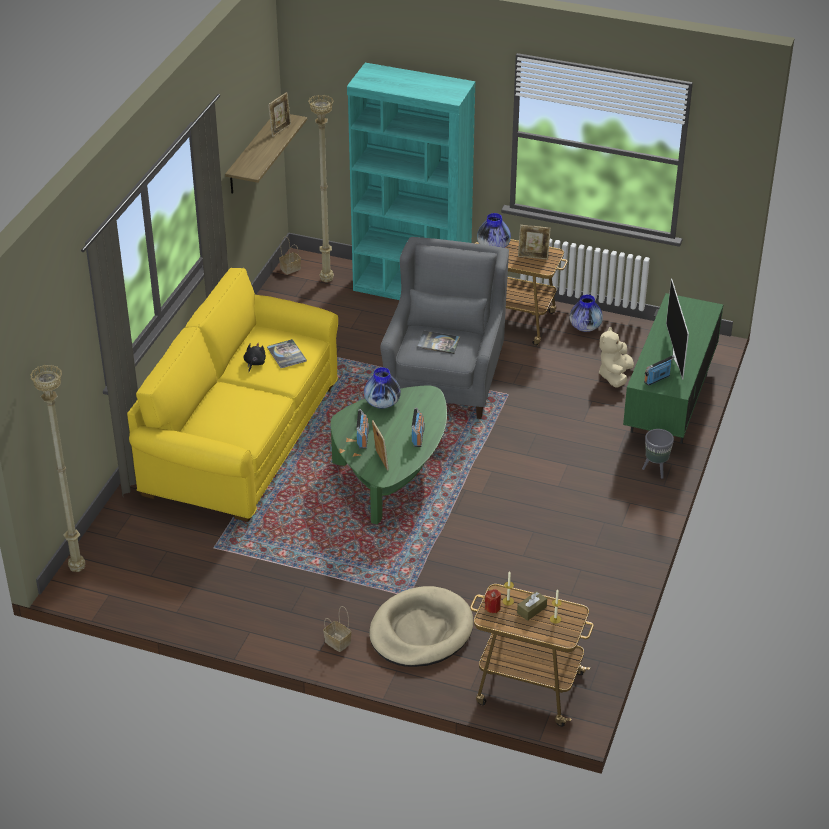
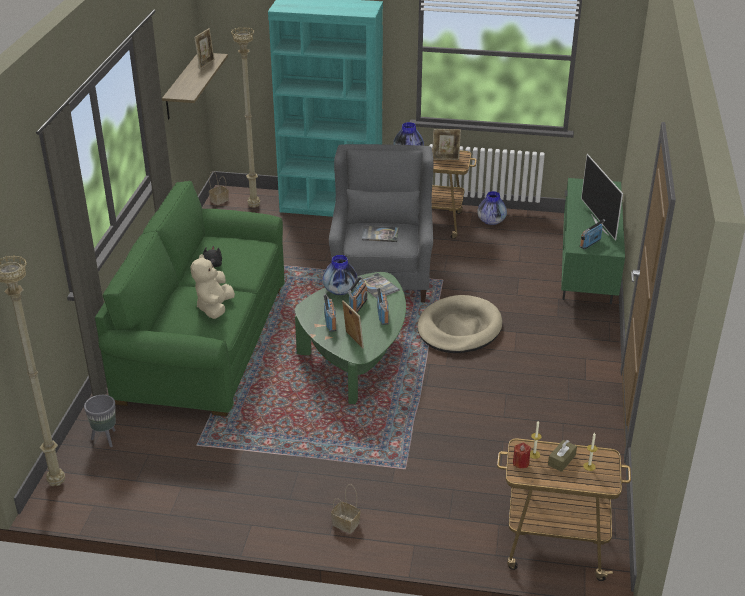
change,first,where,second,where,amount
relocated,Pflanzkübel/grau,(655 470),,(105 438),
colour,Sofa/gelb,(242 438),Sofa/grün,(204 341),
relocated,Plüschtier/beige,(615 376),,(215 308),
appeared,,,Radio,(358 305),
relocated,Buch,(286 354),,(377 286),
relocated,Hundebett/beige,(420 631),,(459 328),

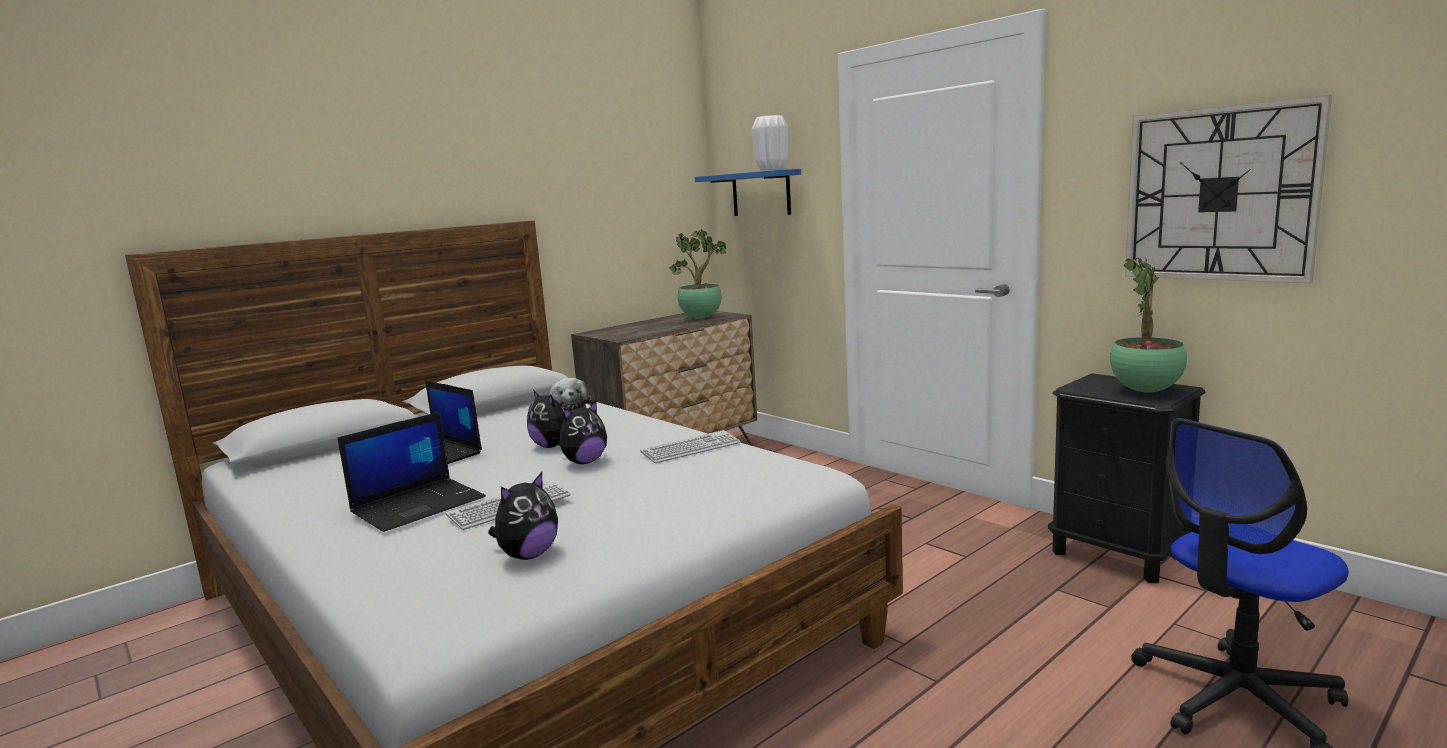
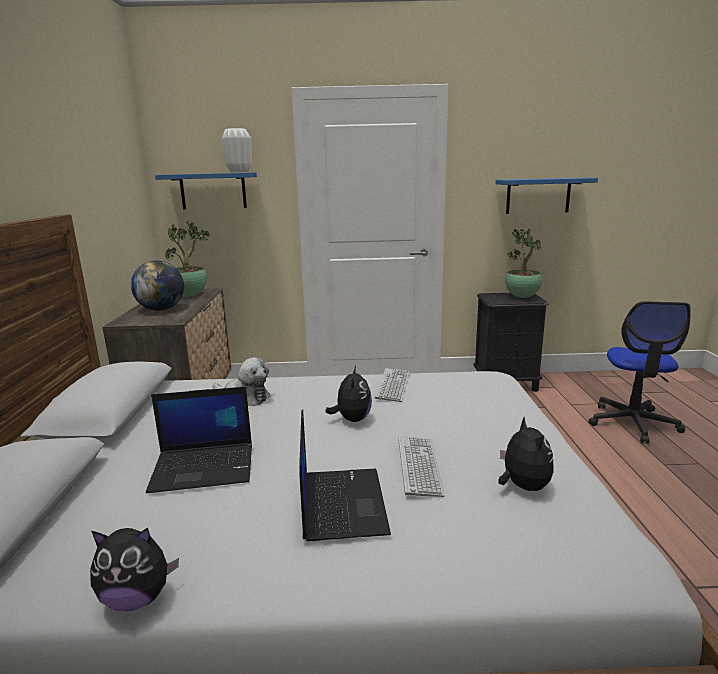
change,first,where,second,where,amount
relocated,Plüschtier,(552 446),,(137 598),
appeared,,,Globus,(161 309),
exchanged,Wanduhr,(1219 194),Wandregal/blau,(538 196),

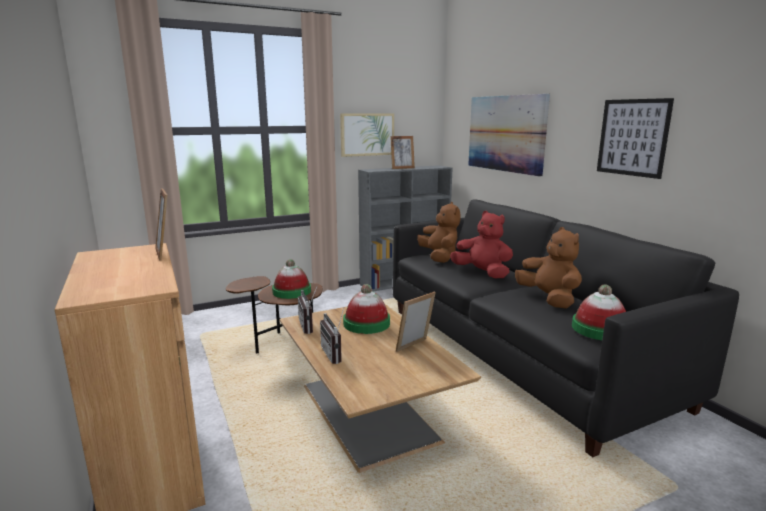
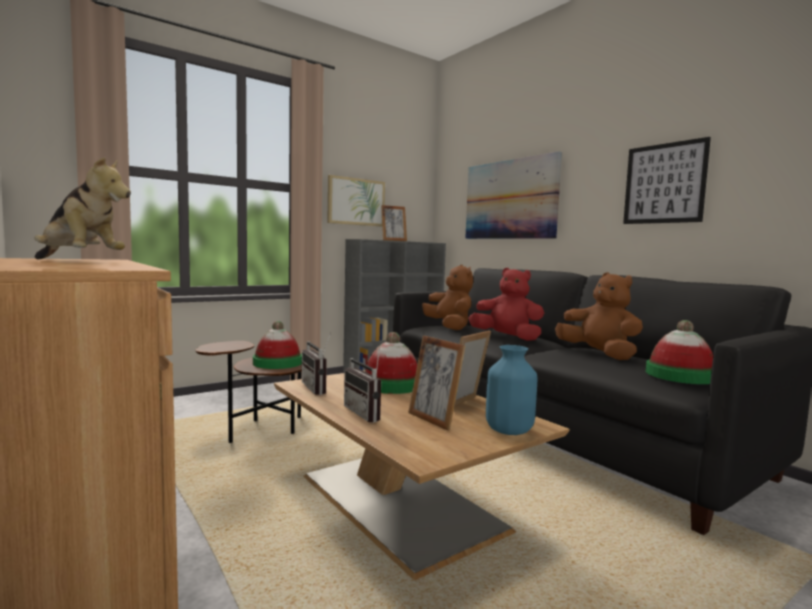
change,first,where,second,where,amount
appeared,,,Plüschtier,(79 261),
relocated,Bilderrahmen,(165 253),,(434 420),
appeared,,,Vase/blau,(508 430),

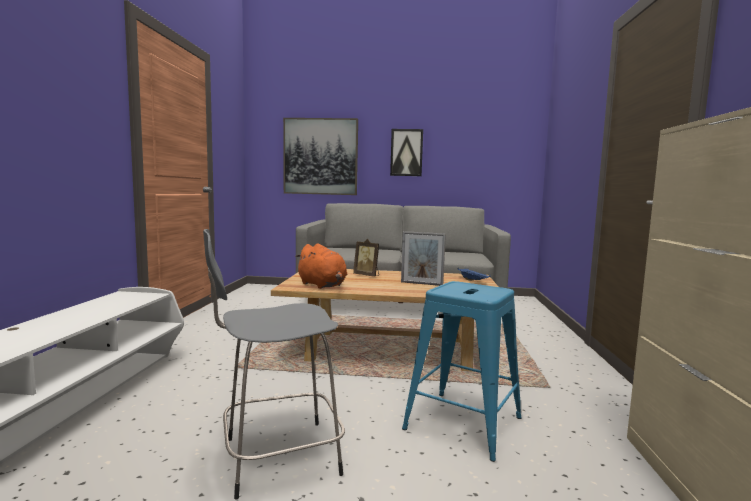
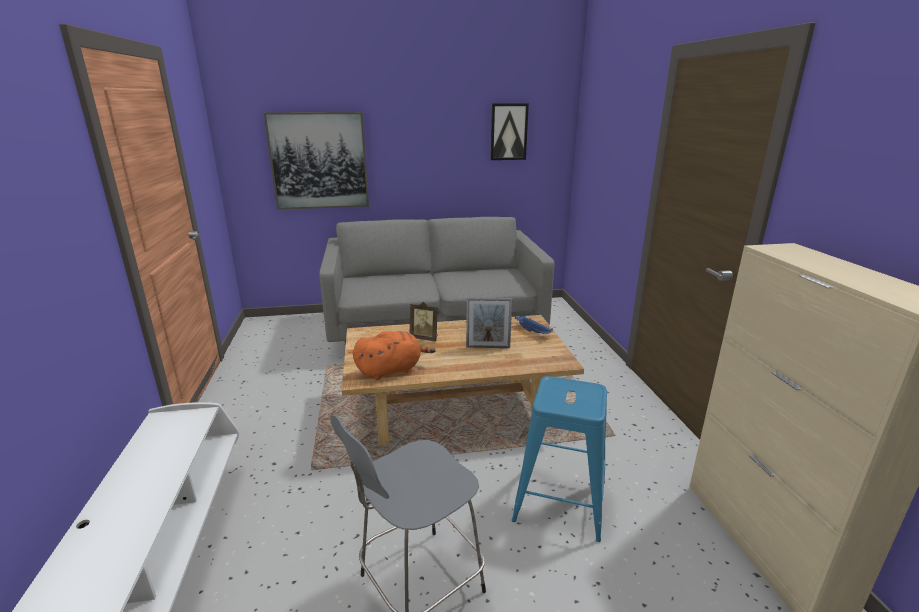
change,first,where,second,where,amount
spun,Plüschtier/orange,(322 285),,(391 370),60 degrees counterclockwise
relocated,Bild,(406 152),,(508 132),

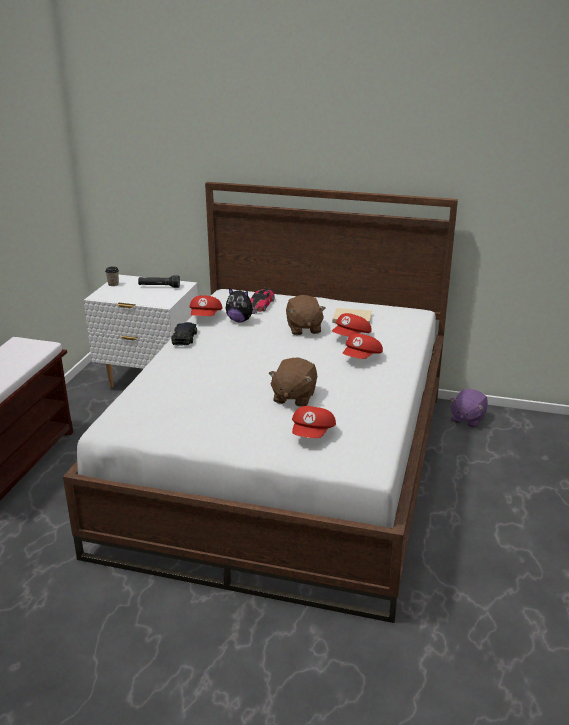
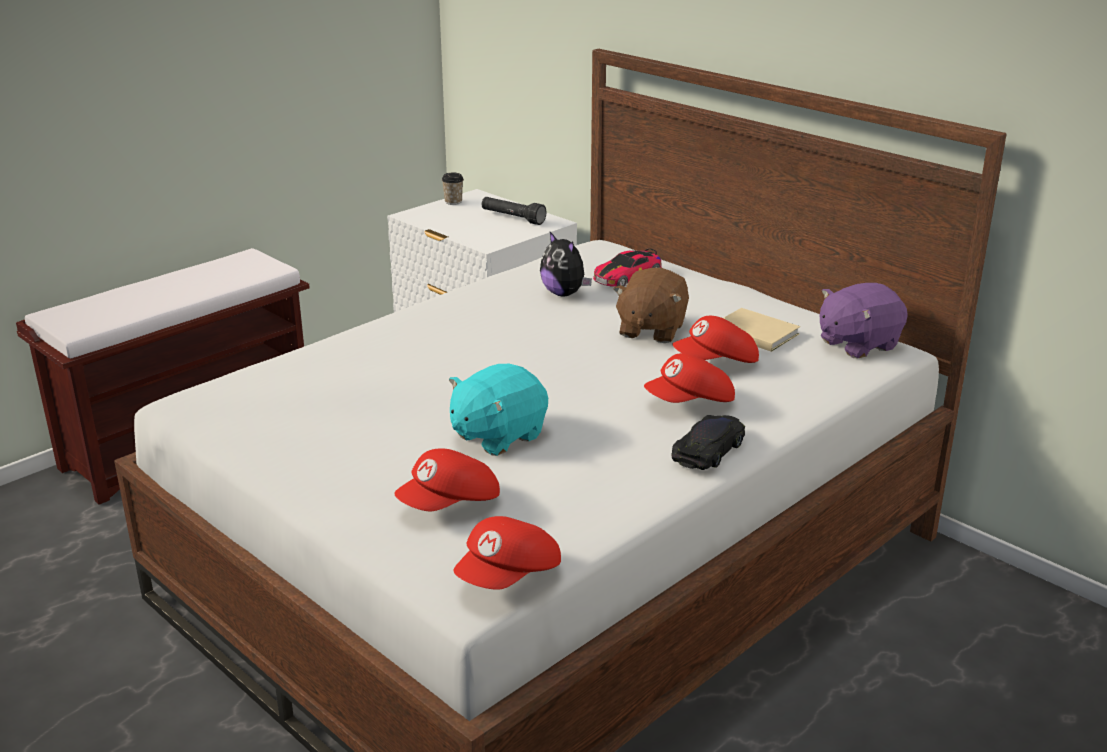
change,first,where,second,where,amount
colour,Plüschtier/braun,(293 397),Plüschtier/türkis,(497 435),
relocated,Kappe/rot,(206 317),,(509 576),
relocated,Spielzeugauto/schwarz,(184 337),,(709 449),
relocated,Plüschtier/lila,(467 419),,(857 344),

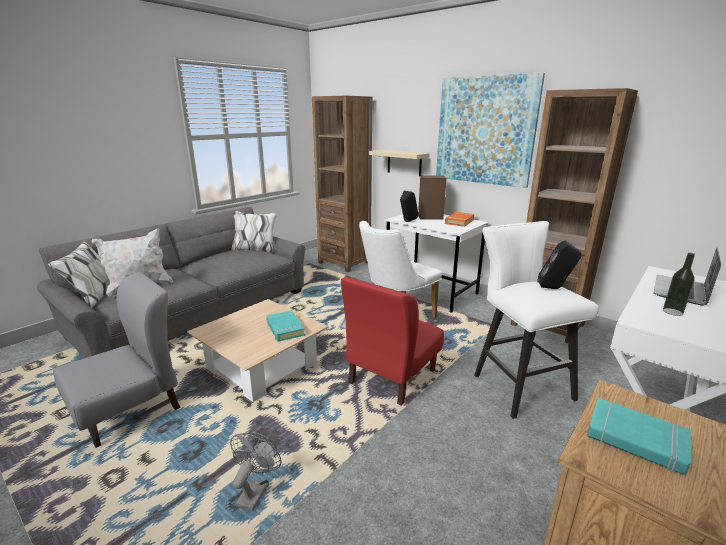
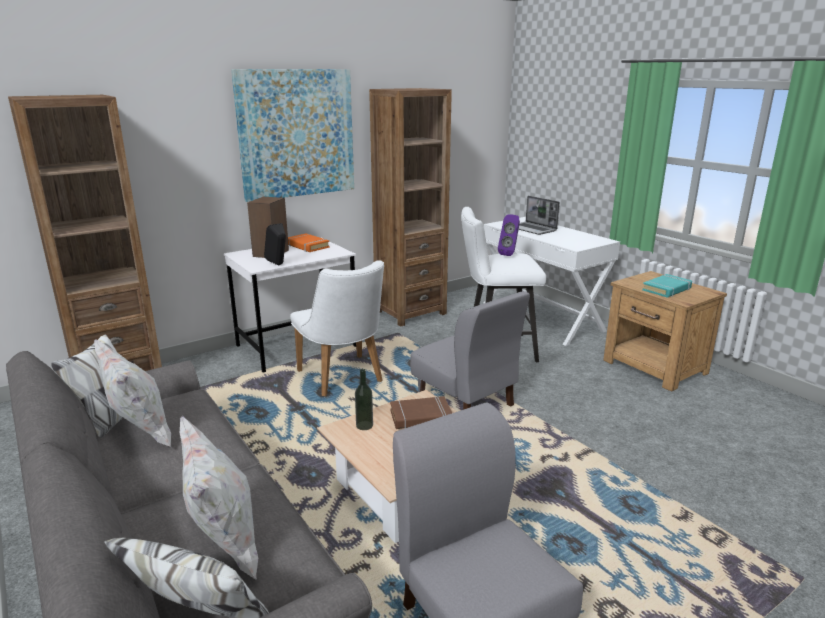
change,first,where,second,where,amount
appeared,,,Kissen/weiß,(140 433),
relocated,Flasche,(672 312),,(364 425),
colour,Buch/türkis,(285 329),Buch/braun,(421 417),
colour,Stuhl/rot,(391 377),Stuhl/grau,(465 402),
colour,Lautsprecher/schwarz,(554 288),Lautsprecher/lila,(509 254),
missing,Ventilator/grau,(255 490),,,
missing,Wandregal/beige,(404 162),,,

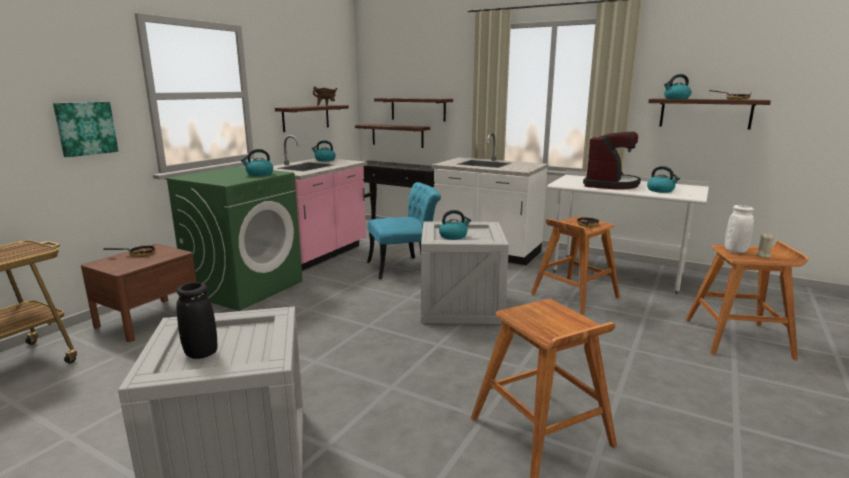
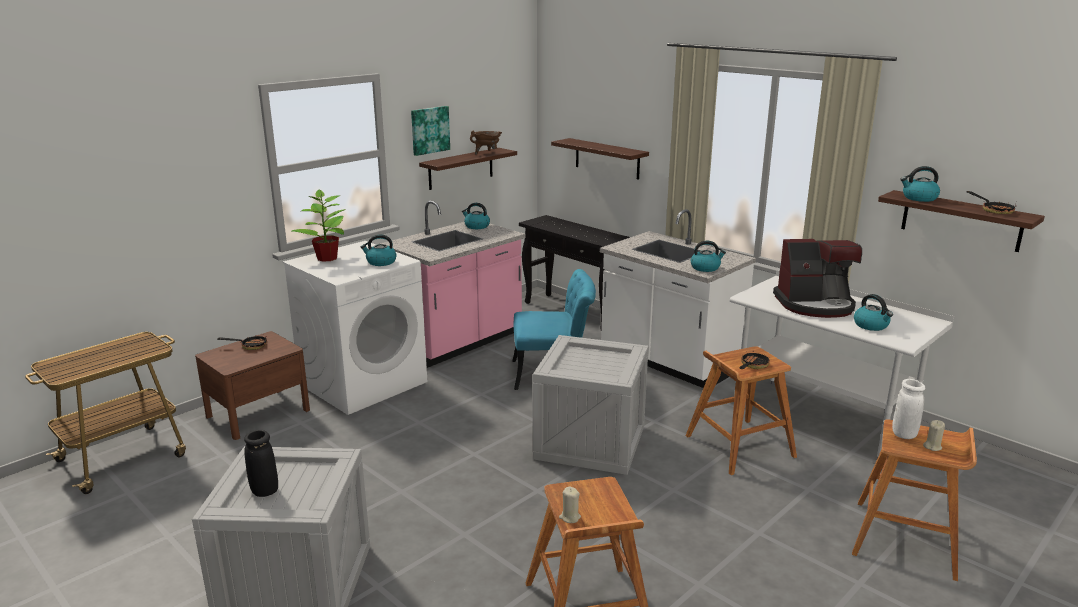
change,first,where,second,where,amount
colour,Waschmaschine/grün,(245 287),Waschmaschine/weiß,(363 383),
appeared,,,Topfpflanze,(327 258),
relocated,Bild,(85 128),,(429 130),
appeared,,,Kerze/beige,(569 517),
relocated,Wasserkessel,(453 236),,(705 268),
spun,Kaffeemaschine,(610 184),,(815 305),45 degrees clockwise
missing,Wandregal,(397 135),,,

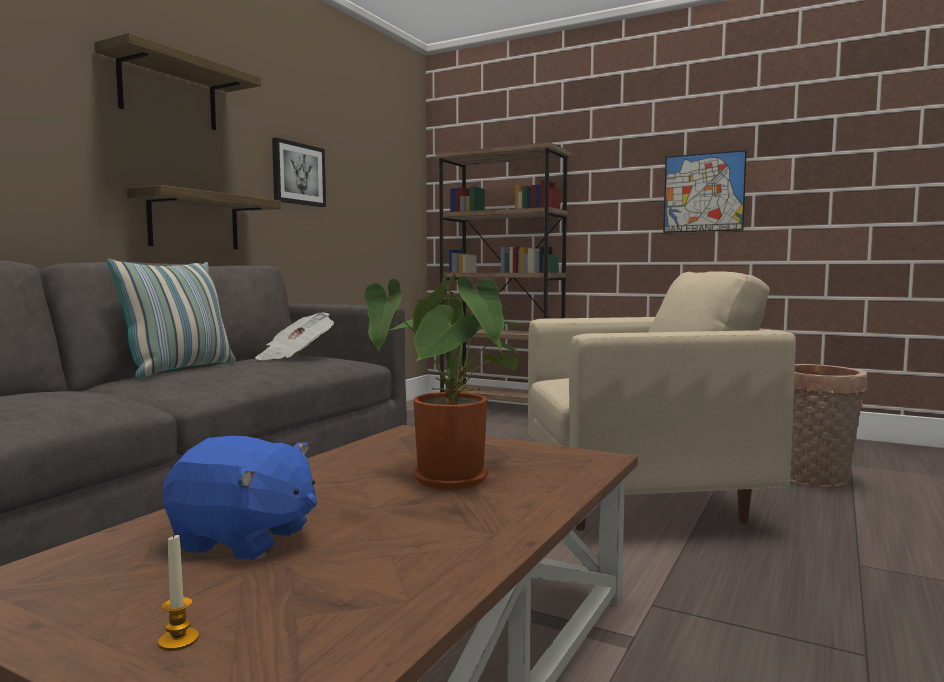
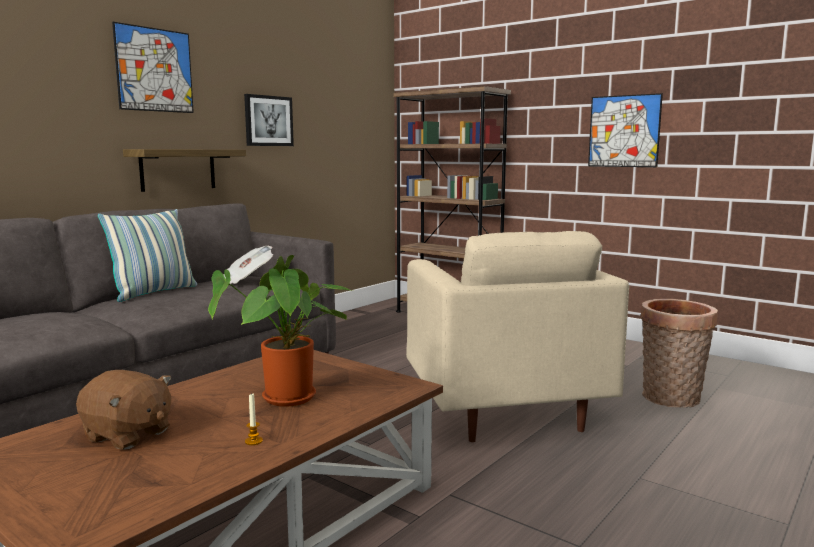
change,first,where,second,where,amount
colour,Plüschtier/blau,(244 540),Plüschtier/braun,(127 435),
exchanged,Wandregal,(168 92),Bild,(154 70),
relocated,Kerze,(178 640),,(253 441),
spun,Sessel/beige,(640 501),,(503 409),75 degrees clockwise

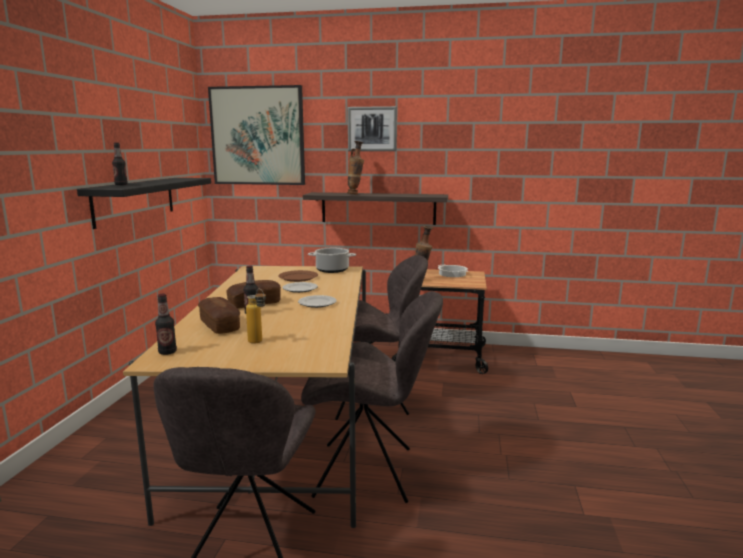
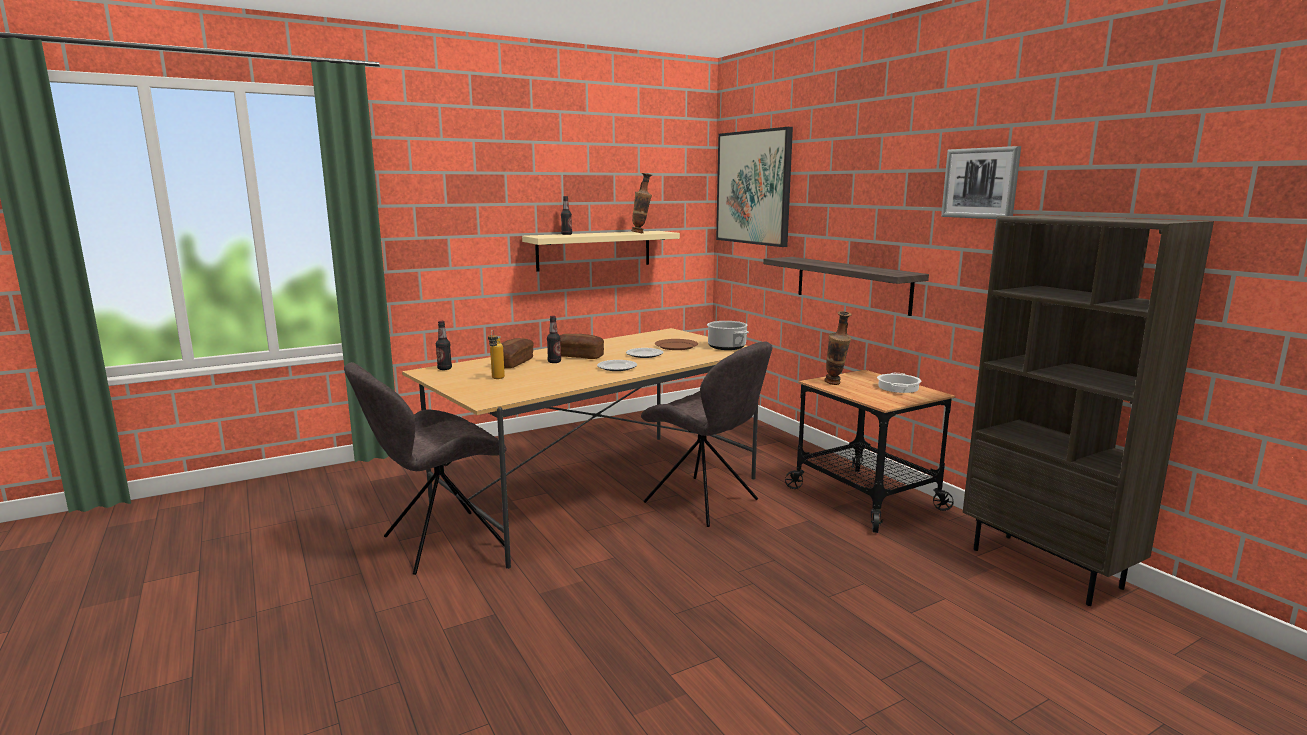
change,first,where,second,where,amount
colour,Wandregal/schwarz,(135 200),Wandregal/beige,(594 250),
relocated,Vase,(355 194),,(641 233),
relocated,Bild,(372 129),,(980 183),
appeared,,,Bücherregal/braun,(1047 568),
missing,Stuhl/grau,(369 472),,,

